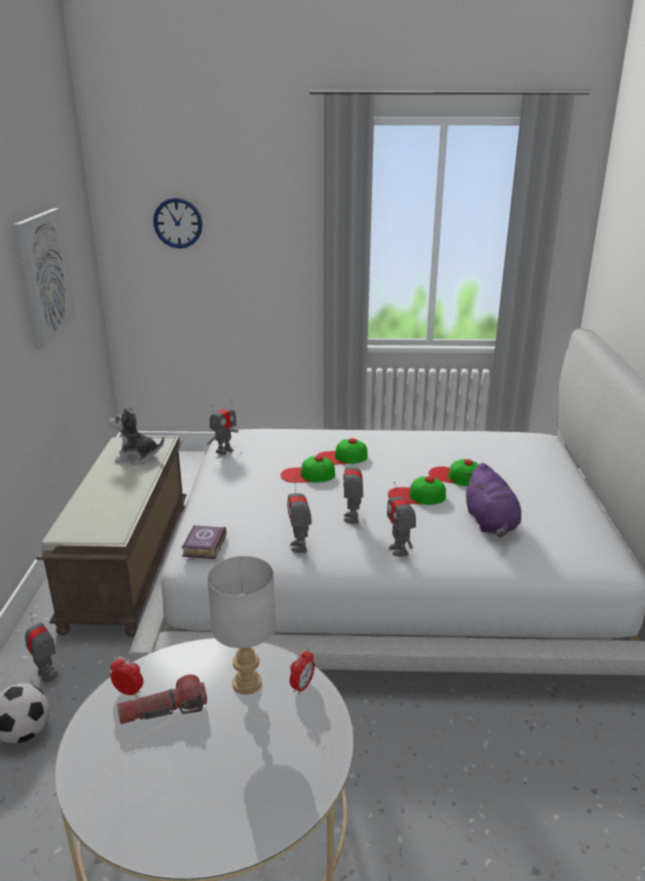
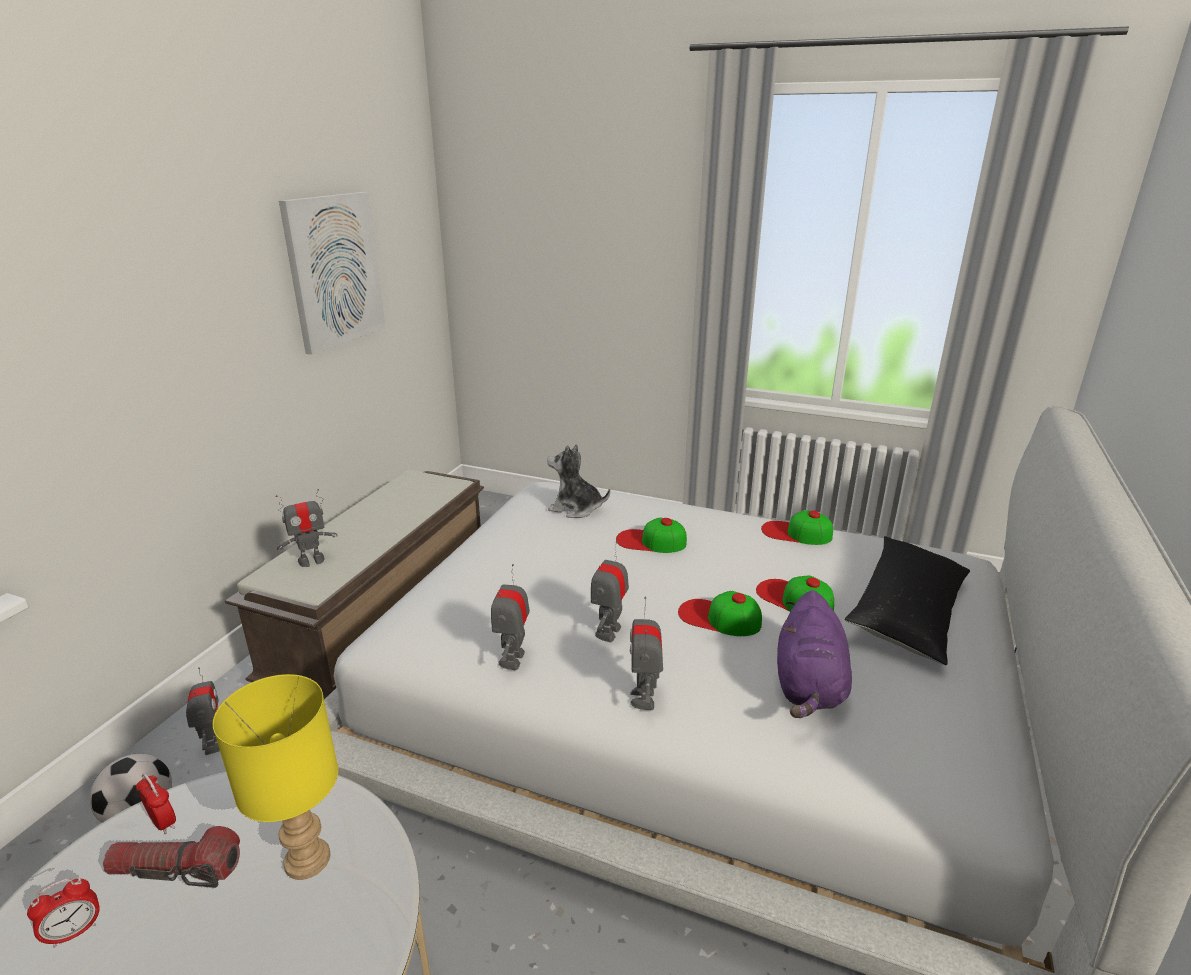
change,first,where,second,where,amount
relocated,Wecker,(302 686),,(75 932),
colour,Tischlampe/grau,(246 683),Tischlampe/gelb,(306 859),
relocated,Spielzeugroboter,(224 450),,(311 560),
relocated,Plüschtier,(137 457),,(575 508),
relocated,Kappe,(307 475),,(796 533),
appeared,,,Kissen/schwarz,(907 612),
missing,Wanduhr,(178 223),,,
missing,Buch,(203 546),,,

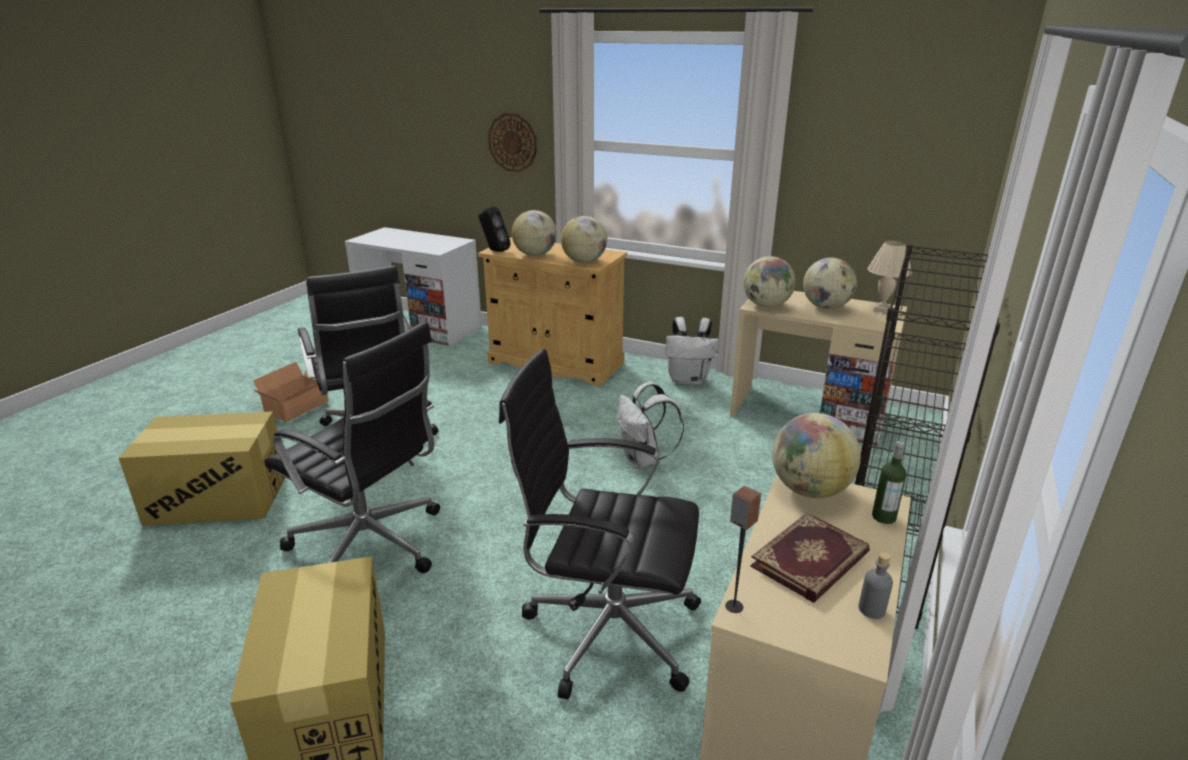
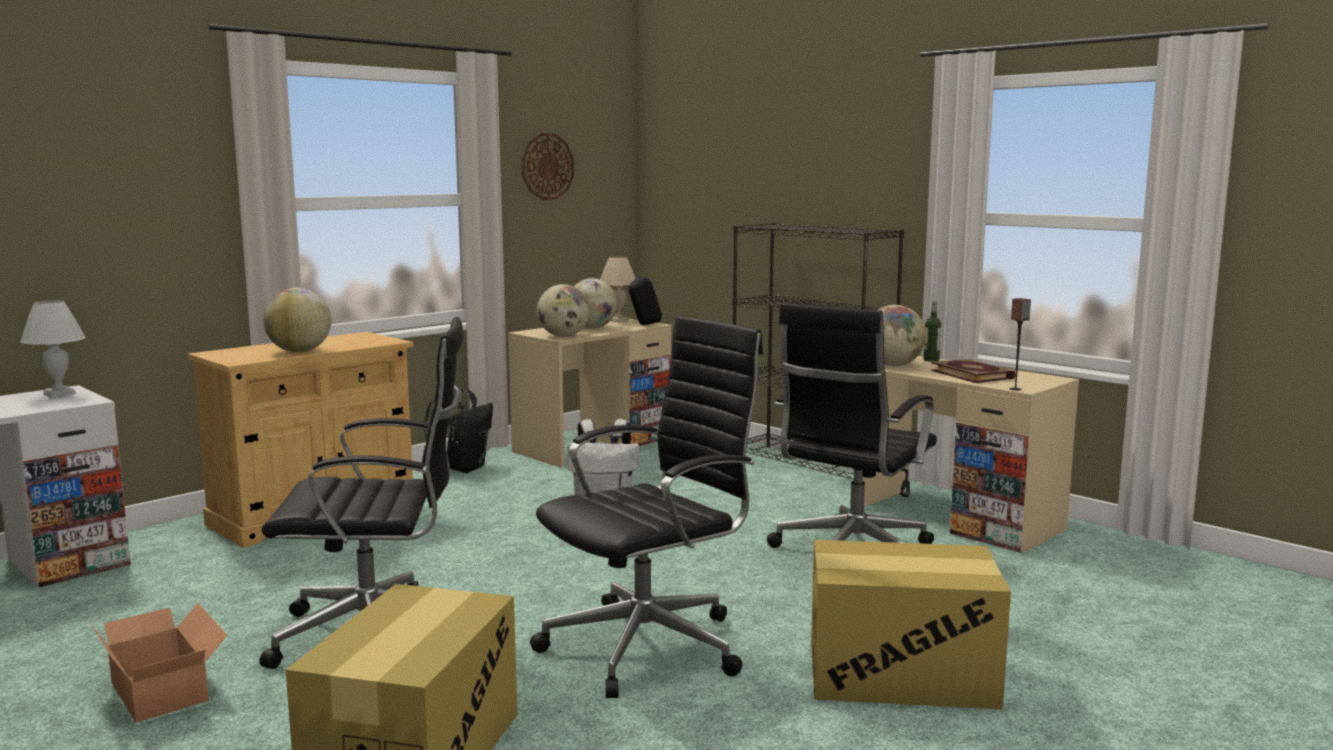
change,first,where,second,where,amount
appeared,,,Tischlampe/weiß,(60 394),
colour,Rucksack/weiß,(688 380),Rucksack/schwarz,(464 468),
relocated,Wanduhr,(512 142),,(547 166),
relocated,Lautsprecher/schwarz,(494 250),,(643 325),
missing,Globus,(584 261),,,
missing,Flasche/grau,(871 609),,,

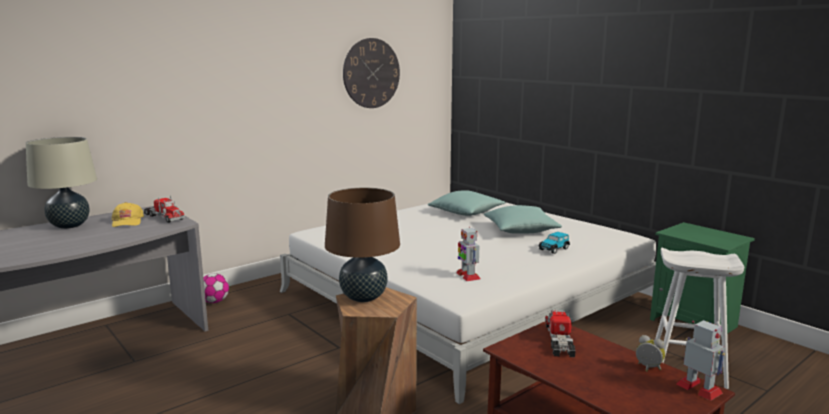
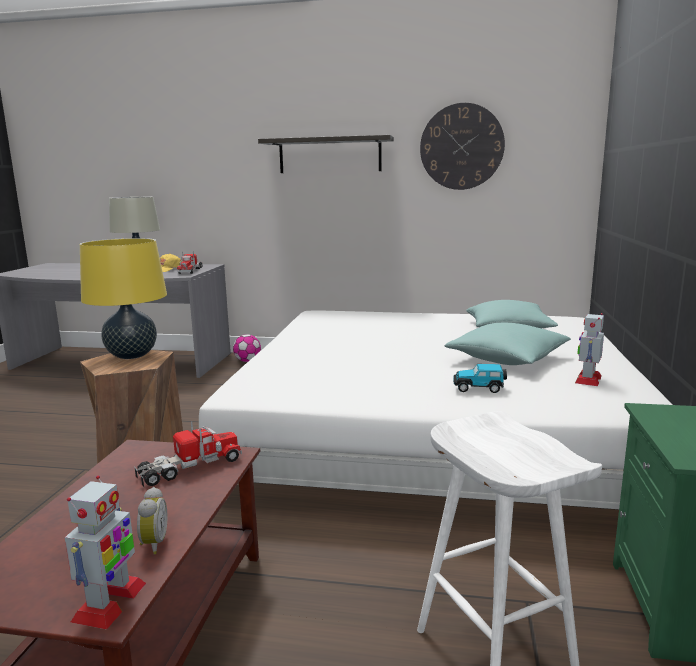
change,first,where,second,where,amount
colour,Tischlampe/braun,(363 297),Tischlampe/gelb,(132 355),
appeared,,,Wandregal,(330 155),
relocated,Spielzeugroboter,(467 276),,(588 379),

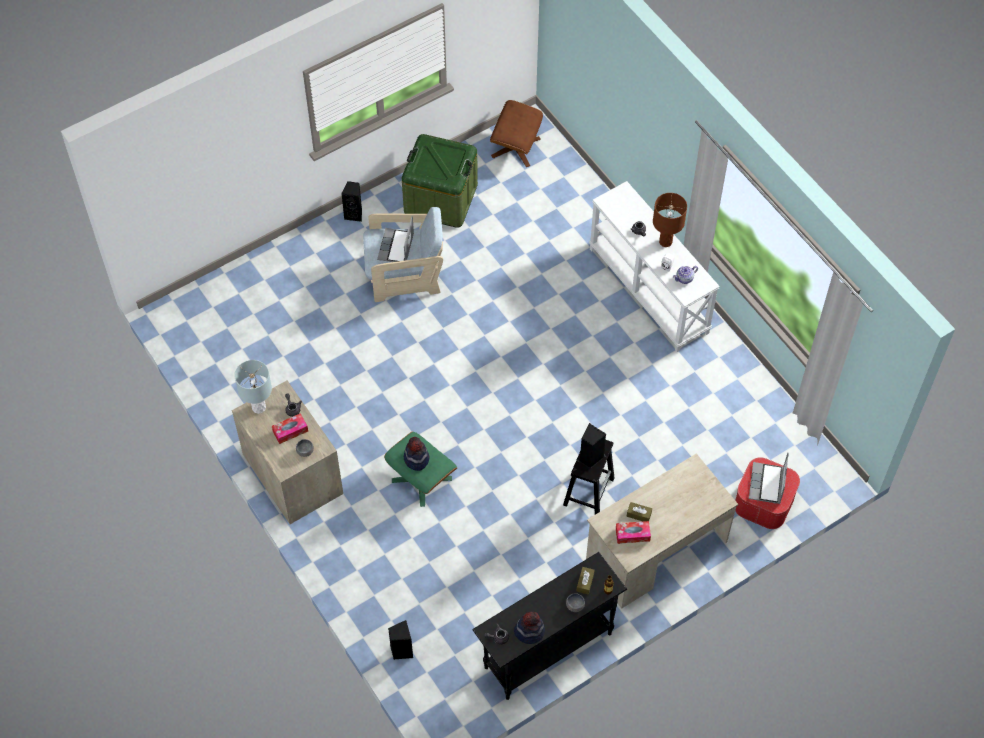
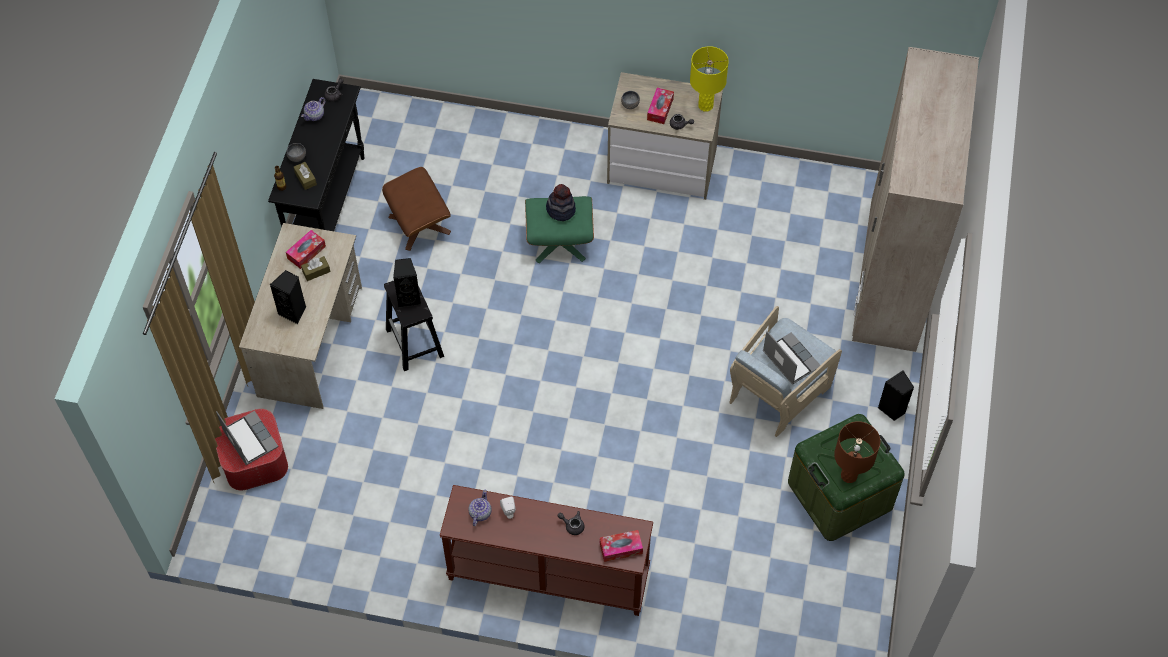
change,first,where,second,where,amount
relocated,Lautsprecher/schwarz,(401 650),,(293 312),
exchanged,Hut,(529 631),Teekanne,(315 115),
relocated,Polsterhocker/braun,(515 147),,(420 224),
colour,Konsolentisch/weiß,(649 290),Konsolentisch/braun,(547 575),
appeared,,,Taschentuchbox,(621 548),
colour,Tischlampe/grau,(258 407),Tischlampe/gelb,(706 105),
relocated,Tischlampe/braun,(665 242),,(848 475),
appeared,,,Kleiderschrank/beige,(892 276),

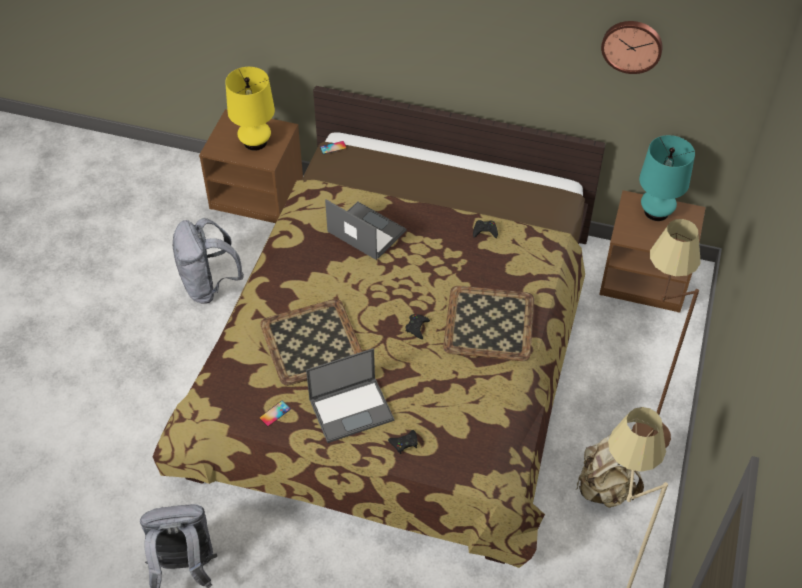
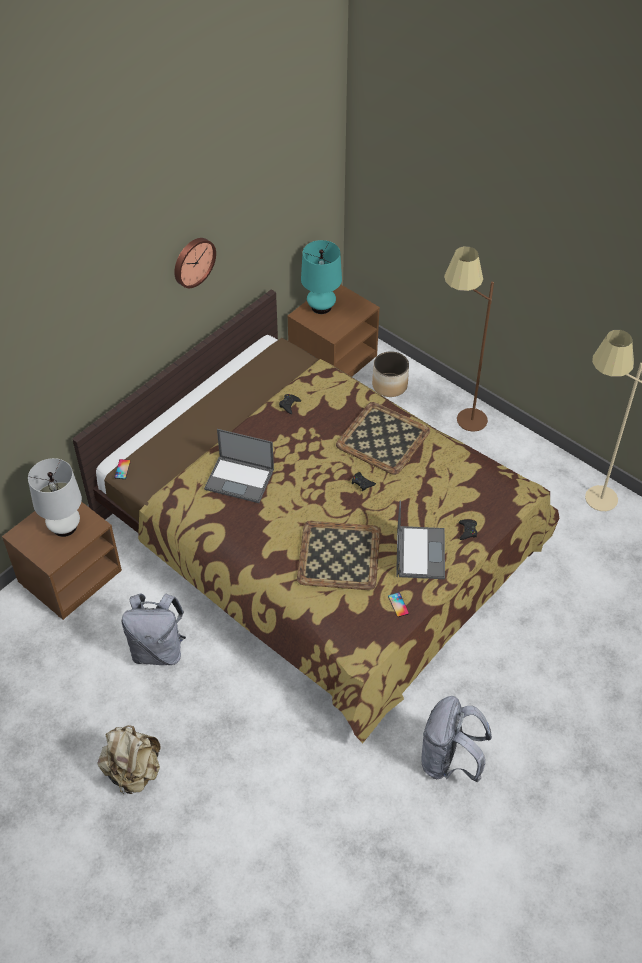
change,first,where,second,where,amount
colour,Tischlampe/gelb,(255 142),Tischlampe/weiß,(64 527),
relocated,Rucksack/beige,(605 488),,(133 771),
relocated,Wanduhr,(632 45),,(193 261),
spun,Laptop,(365 231),,(240 479),135 degrees counterclockwise
appeared,,,Pflanzkübel,(390 385),

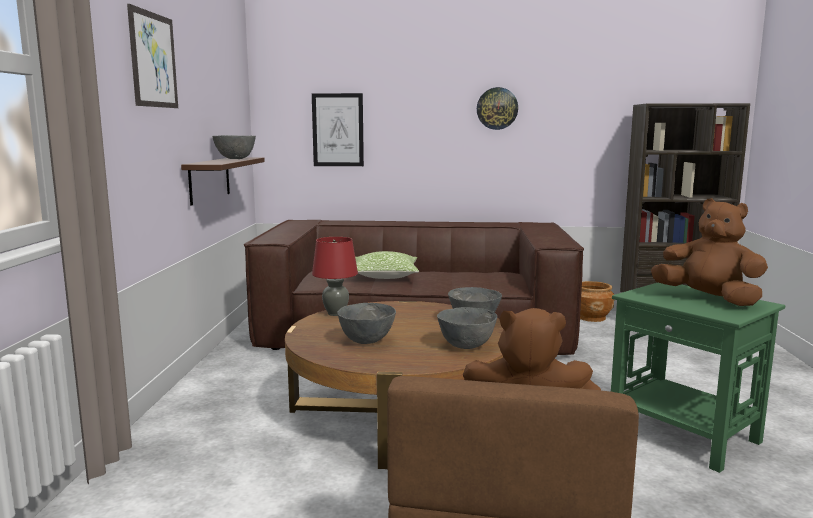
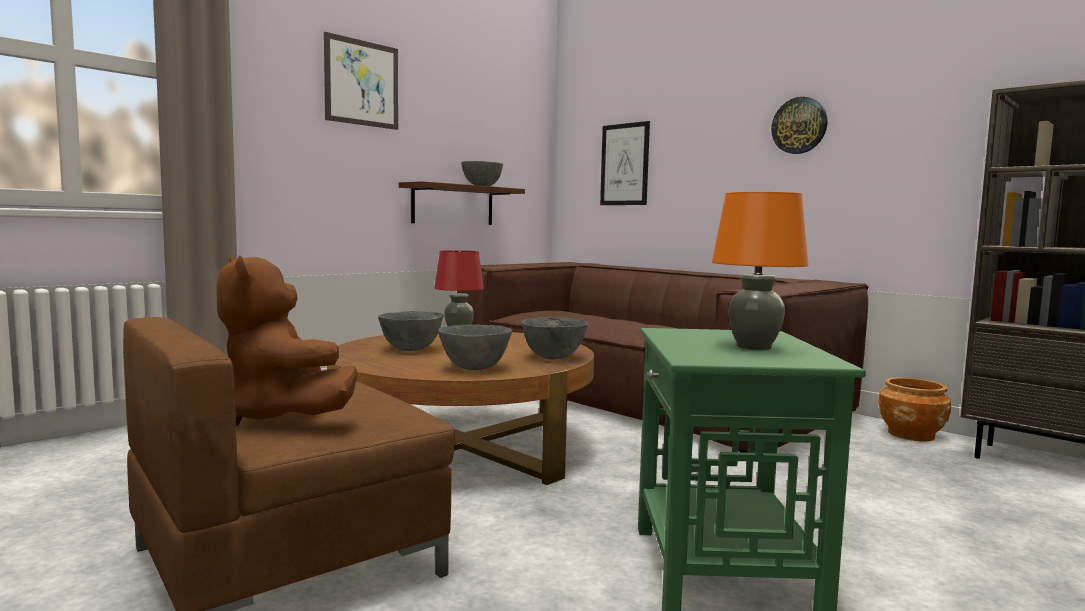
change,first,where,second,where,amount
exchanged,Plüschtier/braun,(708 299),Tischlampe/orange,(754 347),
missing,Kissen,(385 276),,,

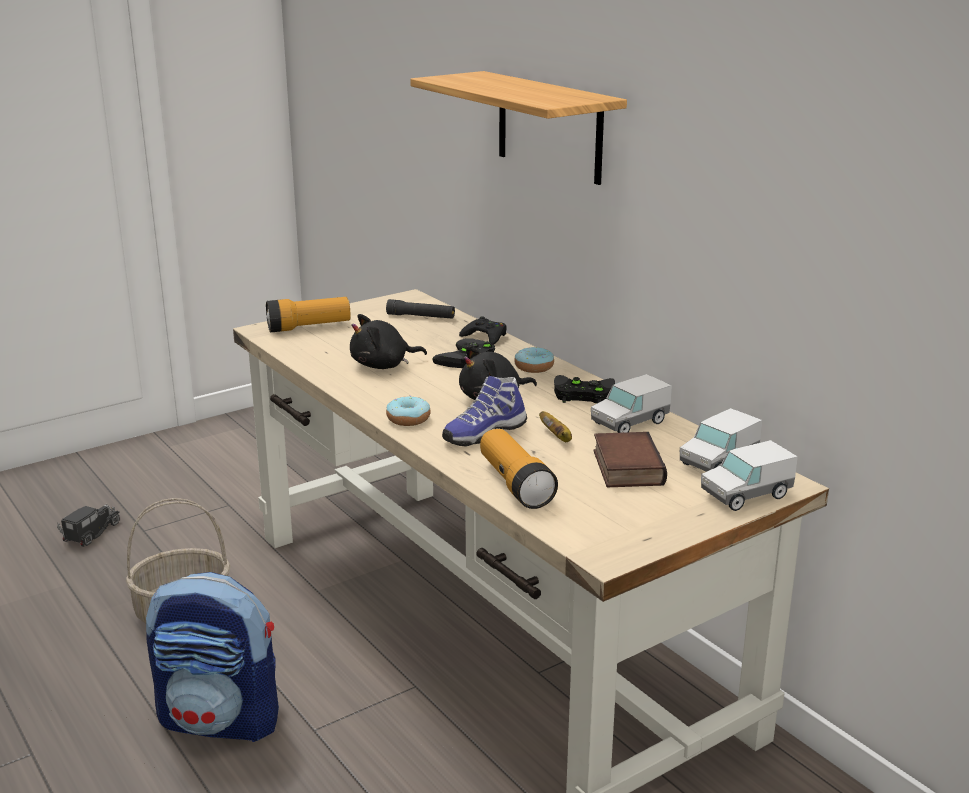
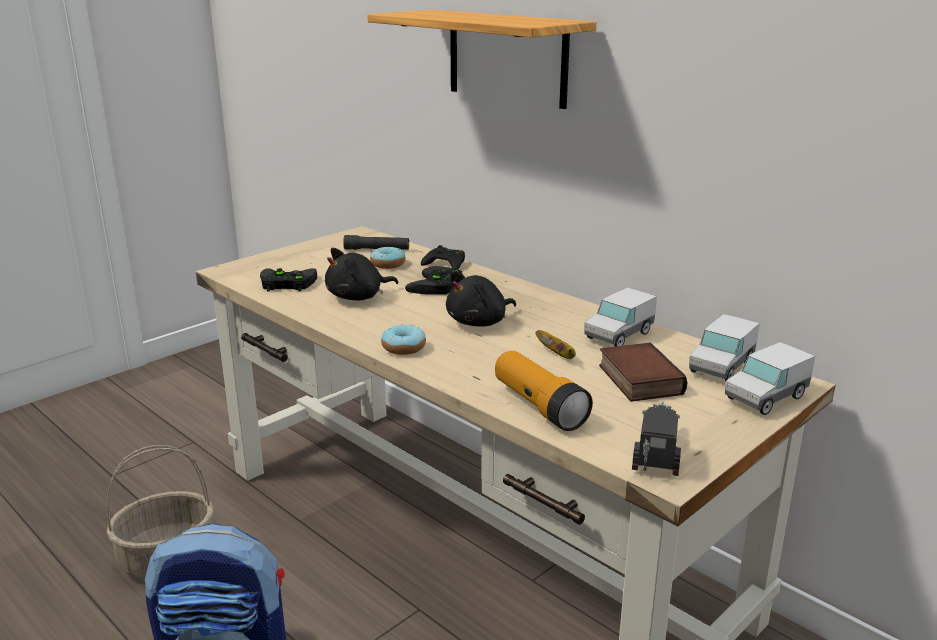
change,first,where,second,where,amount
relocated,Gamepad/schwarz,(581 394),,(285 283),
relocated,Donut,(534 367),,(388 264),
relocated,Spielzeuglaster,(90 534),,(657 454),
missing,Taschenlampe,(309 327),,,
missing,Schuh,(483 433),,,

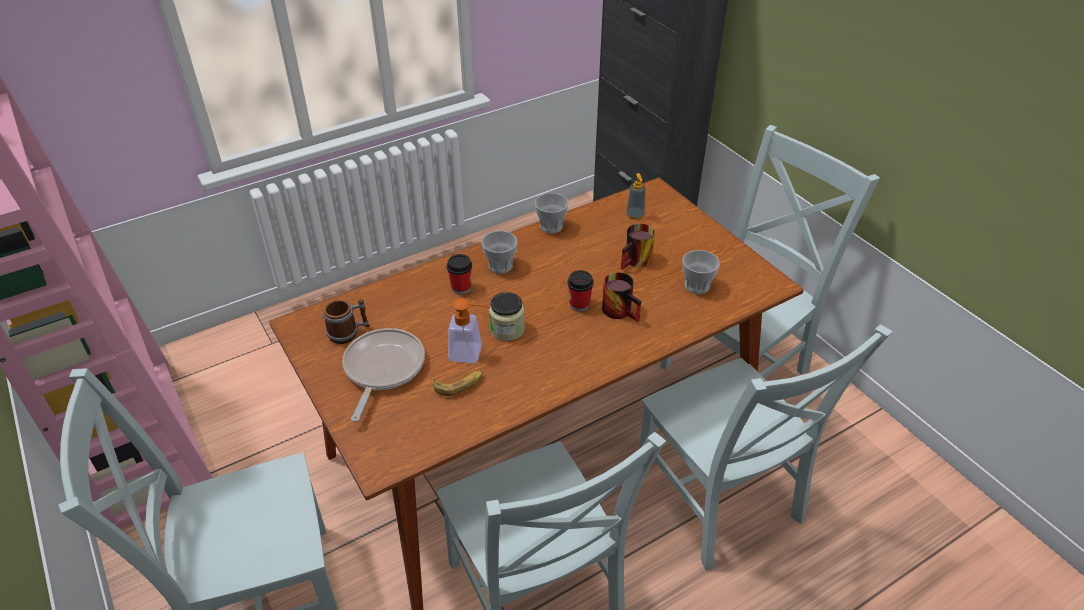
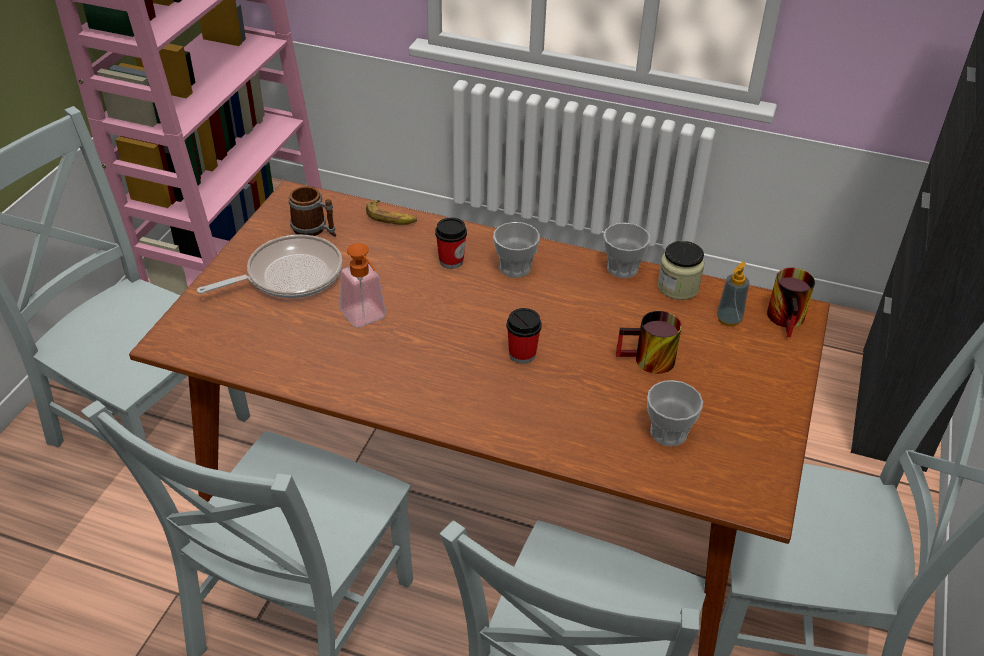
change,first,where,second,where,amount
relocated,Banane,(459 384),,(391 218),
relocated,Vorratsglas,(507 329),,(678 287),
relocated,Henkelbecher,(622 310),,(789 320),

